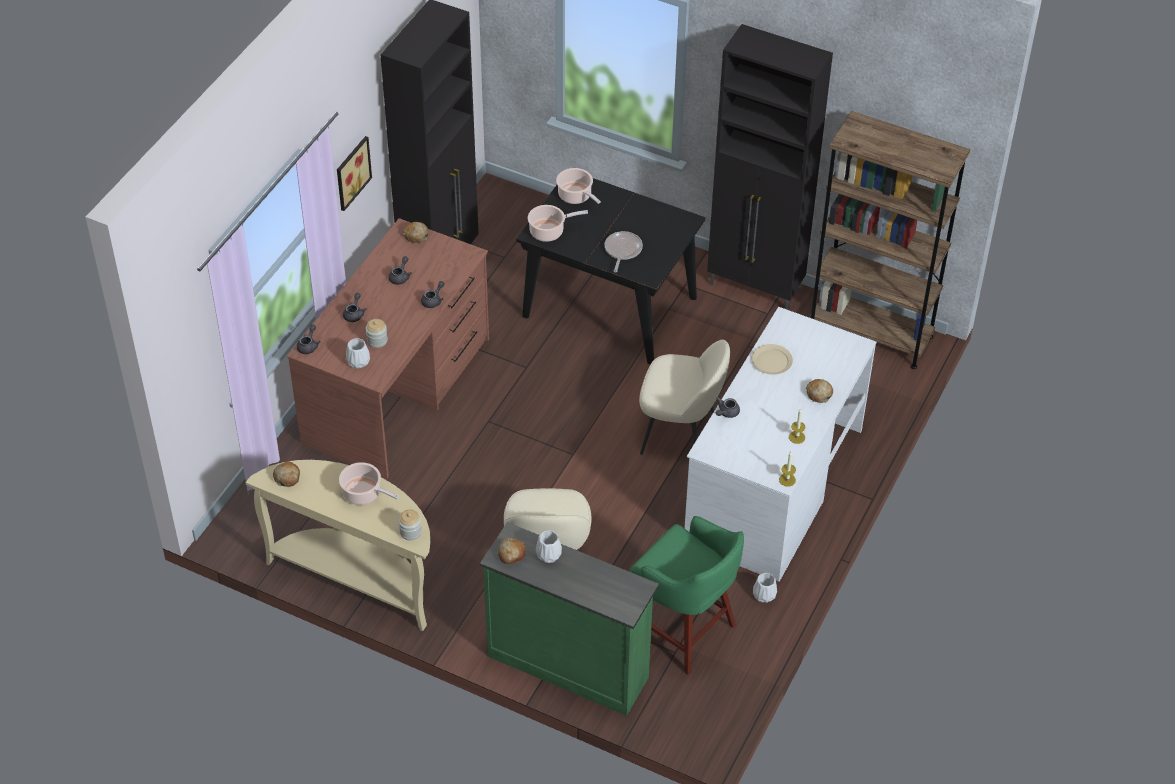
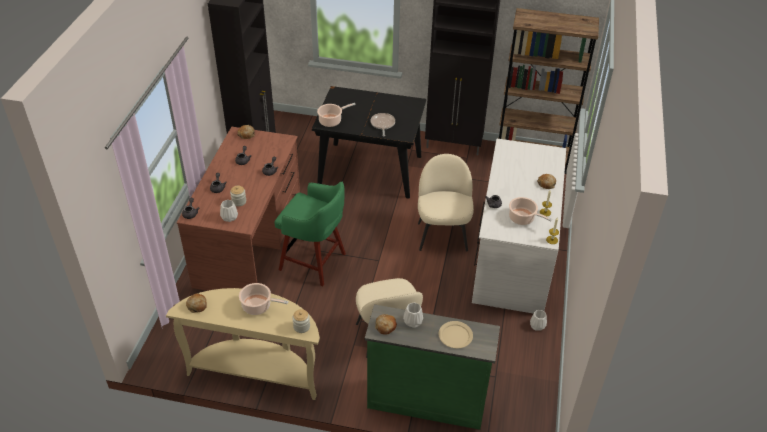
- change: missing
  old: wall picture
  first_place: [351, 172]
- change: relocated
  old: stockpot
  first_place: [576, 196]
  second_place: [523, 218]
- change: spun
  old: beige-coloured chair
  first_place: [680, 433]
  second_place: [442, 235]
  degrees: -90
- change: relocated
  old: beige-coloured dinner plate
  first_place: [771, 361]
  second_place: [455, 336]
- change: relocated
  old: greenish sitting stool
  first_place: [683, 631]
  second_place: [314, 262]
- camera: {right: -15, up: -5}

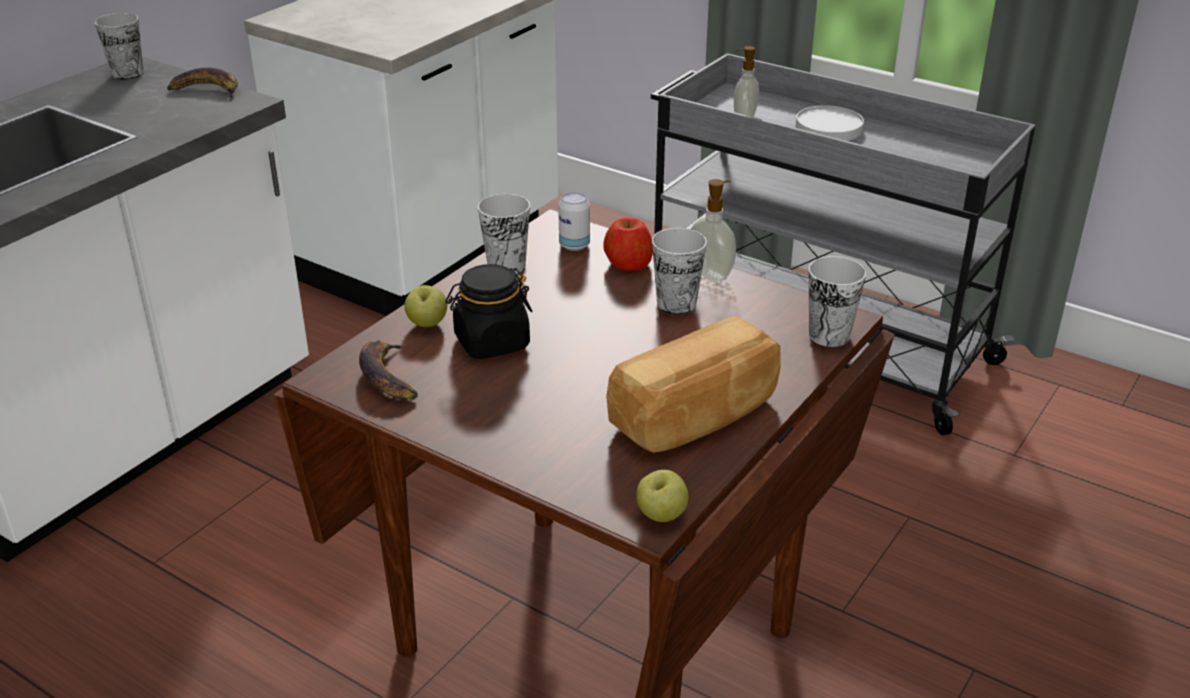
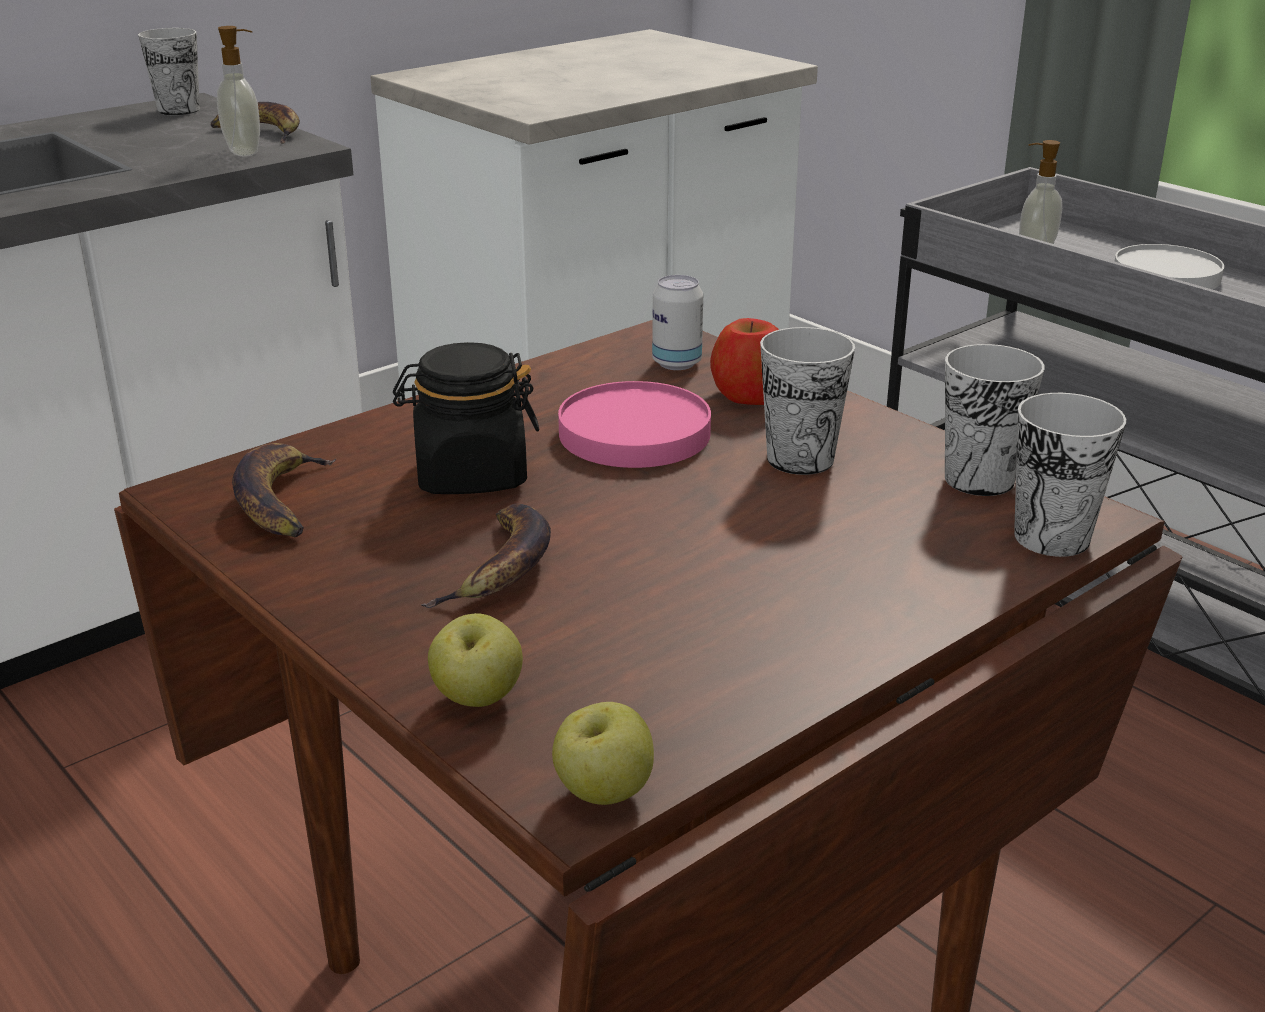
- change: relocated
  old: liquid soap bottle
  first_place: [712, 273]
  second_place: [245, 152]
- change: relocated
  old: drinking cup
  first_place: [506, 267]
  second_place: [979, 479]
- change: relocated
  old: whole apple
  first_place: [427, 324]
  second_place: [478, 699]
- change: missing
  old: bread
  first_place: [697, 416]
- change: appeared
  new: pinkish dinner plate
  second_place: [635, 433]
- change: appeared
  new: whole banana
  second_place: [501, 568]
- camera: {right: 15, up: -5}

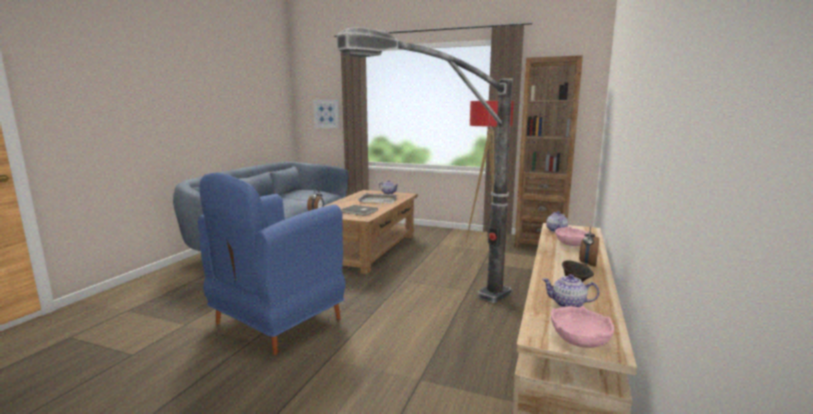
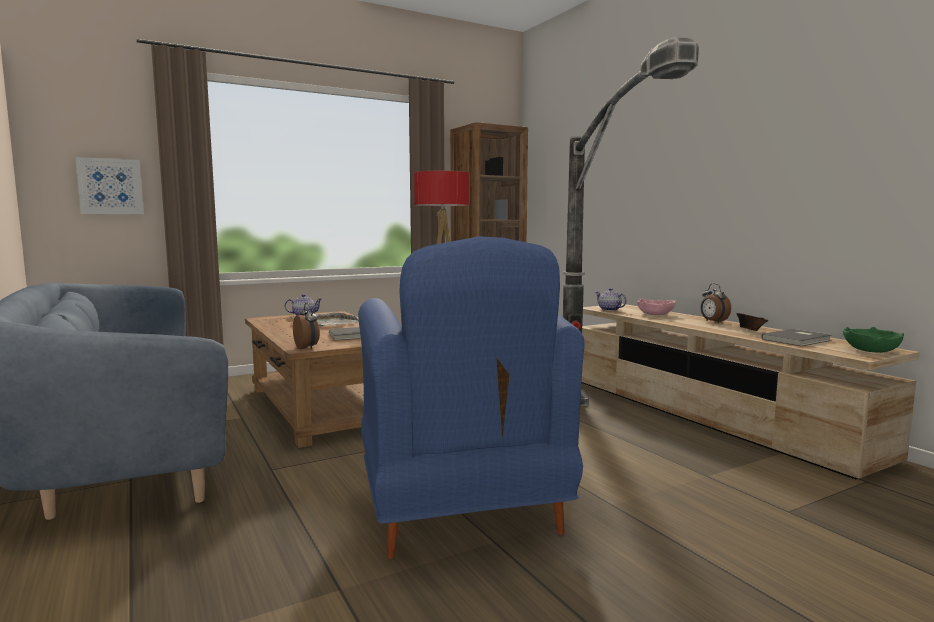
- change: exchanged
  old: tea pot
  new: greyish book
  first_place: [568, 304]
  second_place: [798, 340]
- change: colour
  old: pinkish deep dish
  new: greenish deep dish
  first_place: [580, 340]
  second_place: [871, 351]
- camera: {right: -50, up: -5}

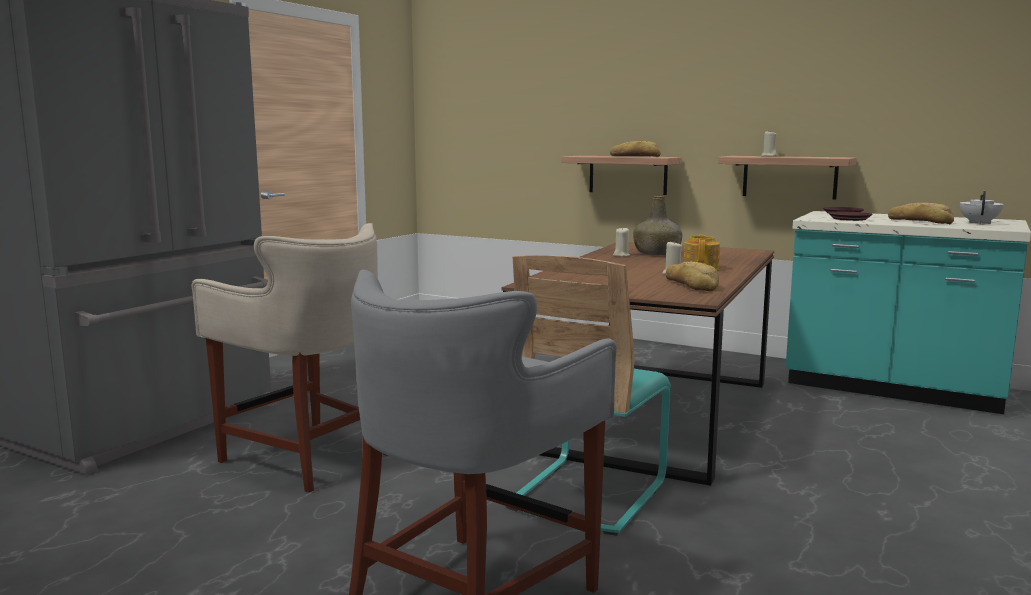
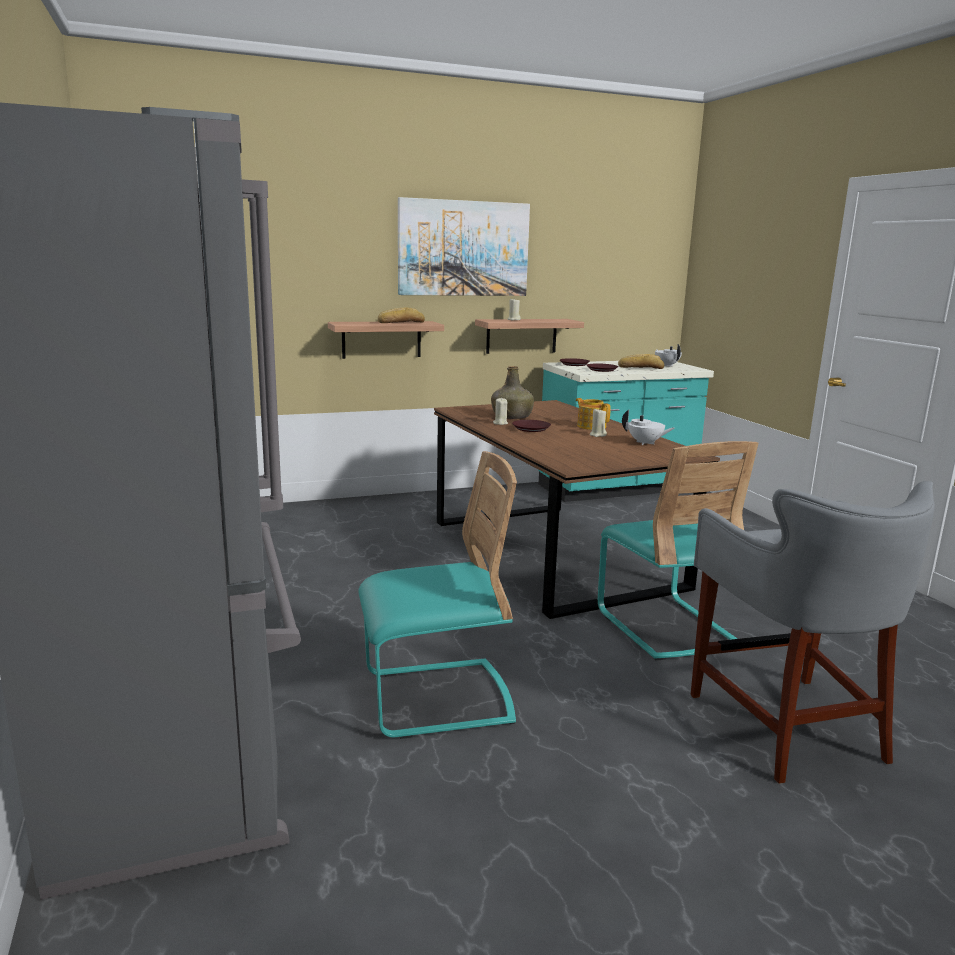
- change: exchanged
  old: beige-coloured sitting stool
  new: turquoise chair
  first_place: [307, 456]
  second_place: [437, 699]
- change: exchanged
  old: bread
  new: white tea pot
  first_place: [691, 285]
  second_place: [645, 443]
- change: appeared
  new: wall picture
  second_place: [463, 248]
- change: appeared
  new: brown dinner plate
  second_place: [531, 429]
- camera: {right: -50, up: 5}

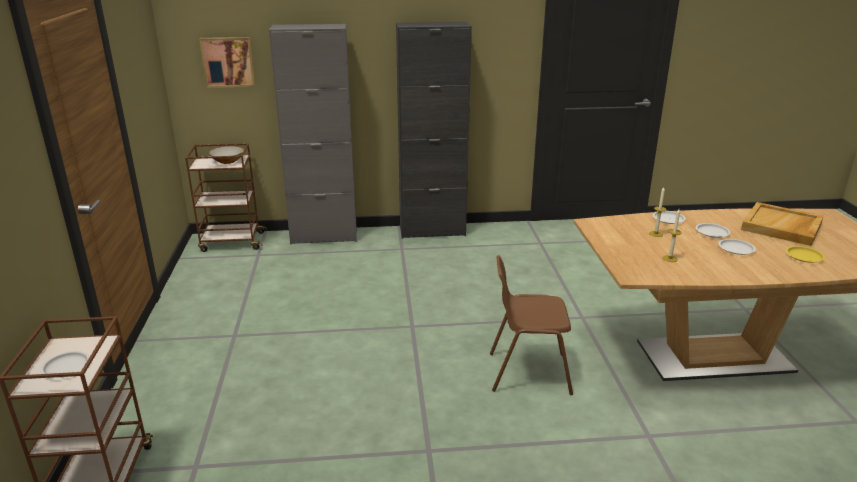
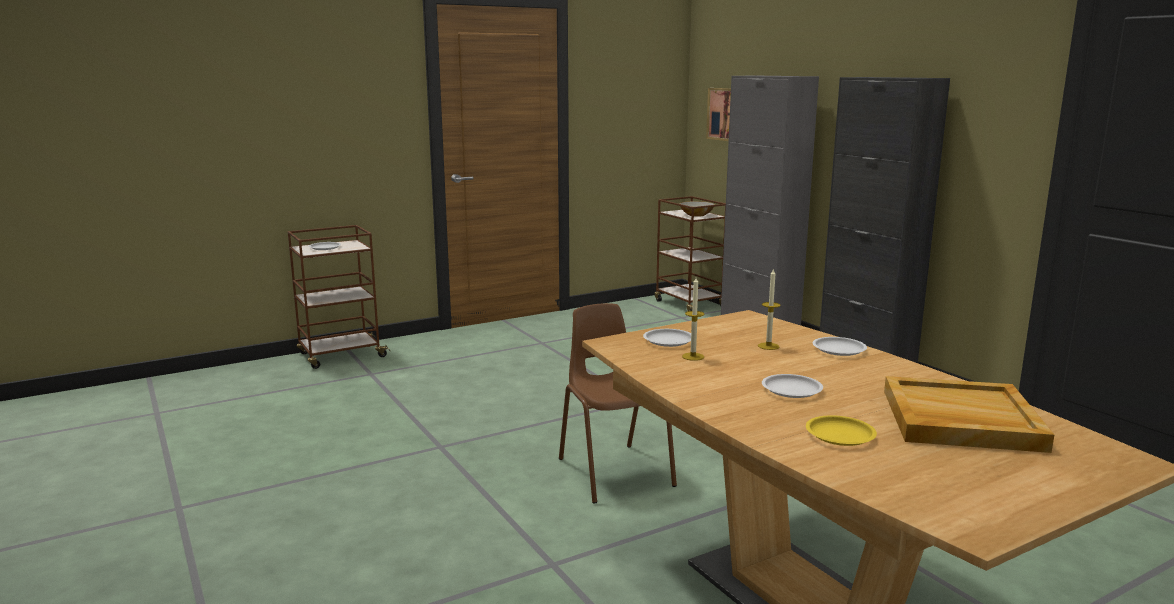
- change: relocated
  old: white dinner plate
  first_place: [712, 232]
  second_place: [668, 341]
- camera: {right: 65, up: -10}

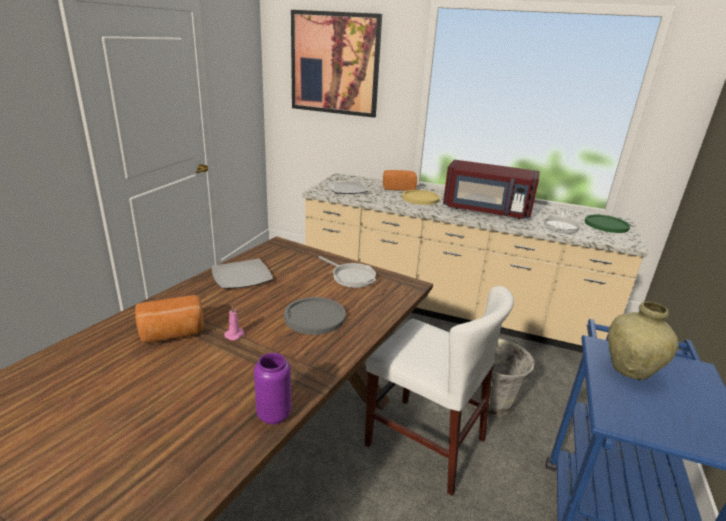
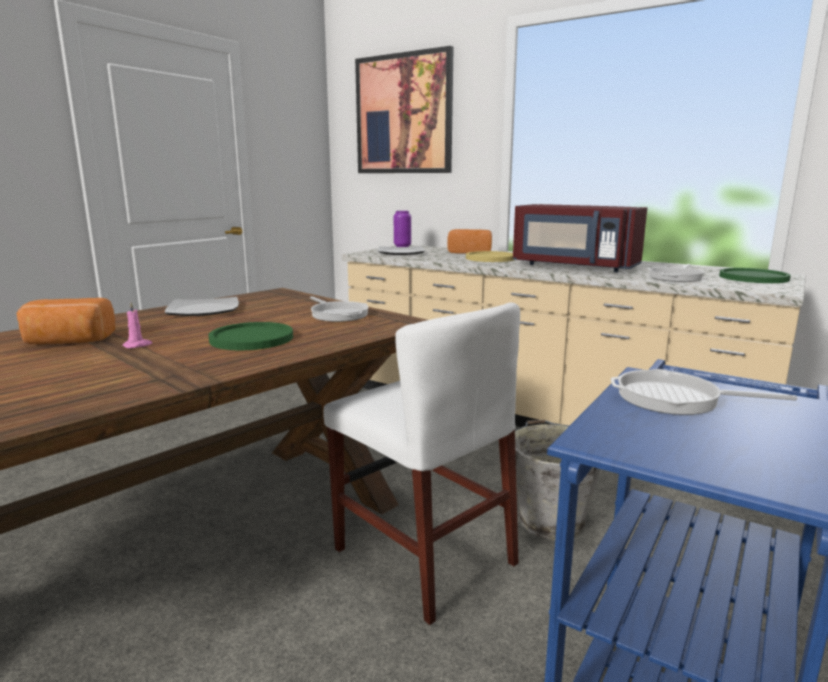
- change: colour
  old: greyish dinner plate
  new: greenish dinner plate
  first_place: [314, 317]
  second_place: [251, 338]
- change: exchanged
  old: beige-coloured vase
  new: frying pan
  first_place: [630, 370]
  second_place: [675, 399]
- change: relocated
  old: purple vase
  first_place: [274, 415]
  second_place: [402, 246]
- camera: {right: 15, up: -10}

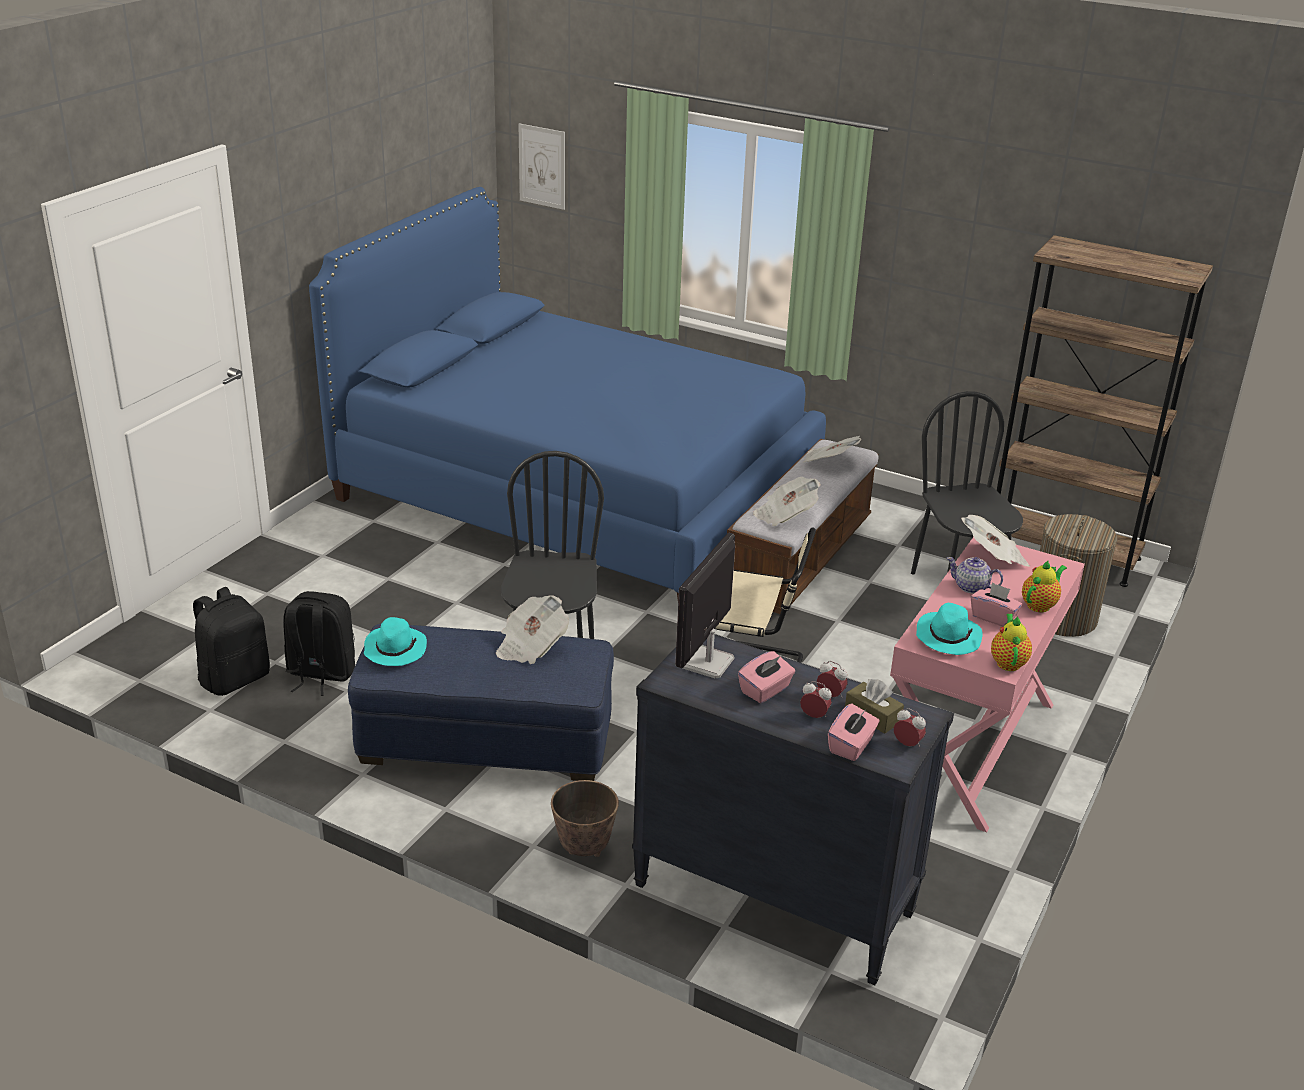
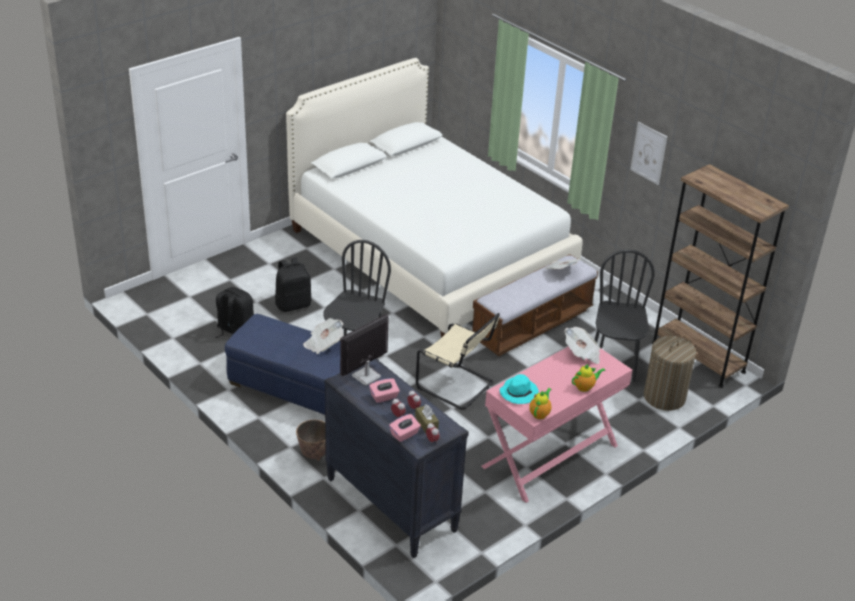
- change: relocated
  old: wall picture
  first_place: [542, 166]
  second_place: [648, 153]
- change: colour
  old: bluish bedroom bed
  new: white bedroom bed
  first_place: [577, 491]
  second_place: [430, 253]
- change: missing
  old: printed paper
  first_place: [785, 516]
- change: missing
  old: tea pot
  first_place: [971, 587]
- change: missing
  old: pinkish tissue holder
  first_place: [993, 617]
- change: relocated
  old: black rucksack
  first_place: [234, 678]
  second_place: [293, 304]
- change: missing
  old: turquoise wearable hat
  first_place: [394, 649]
- camera: {right: 20, up: 5}

